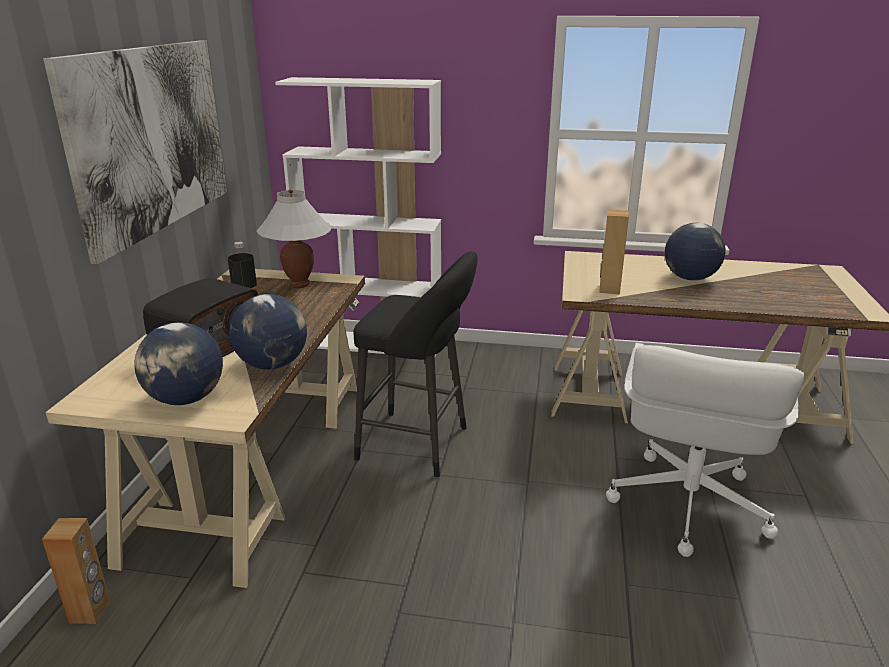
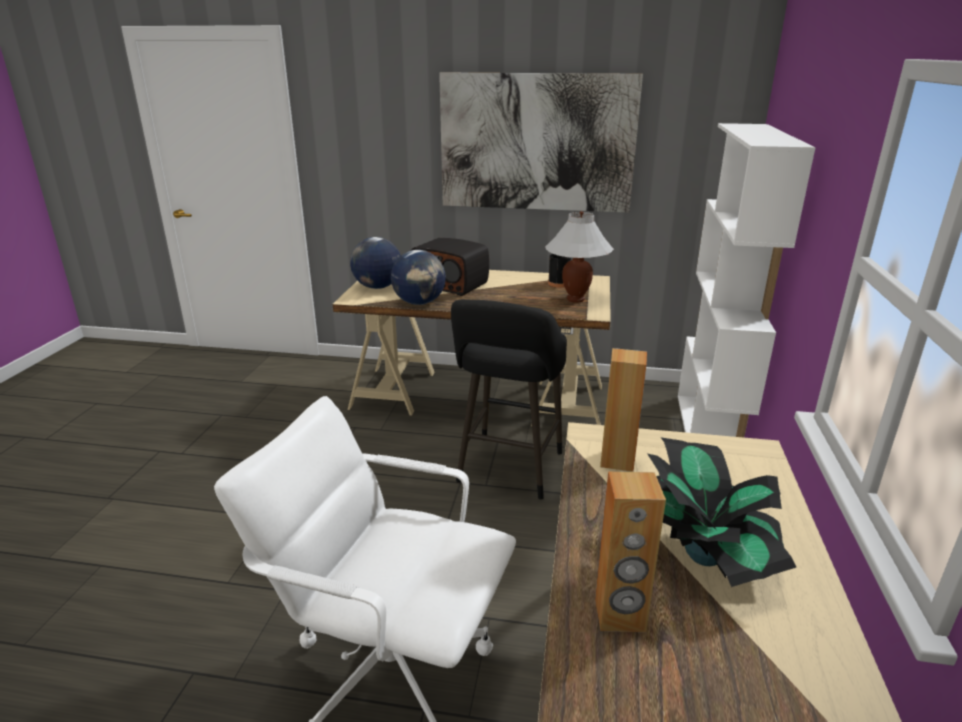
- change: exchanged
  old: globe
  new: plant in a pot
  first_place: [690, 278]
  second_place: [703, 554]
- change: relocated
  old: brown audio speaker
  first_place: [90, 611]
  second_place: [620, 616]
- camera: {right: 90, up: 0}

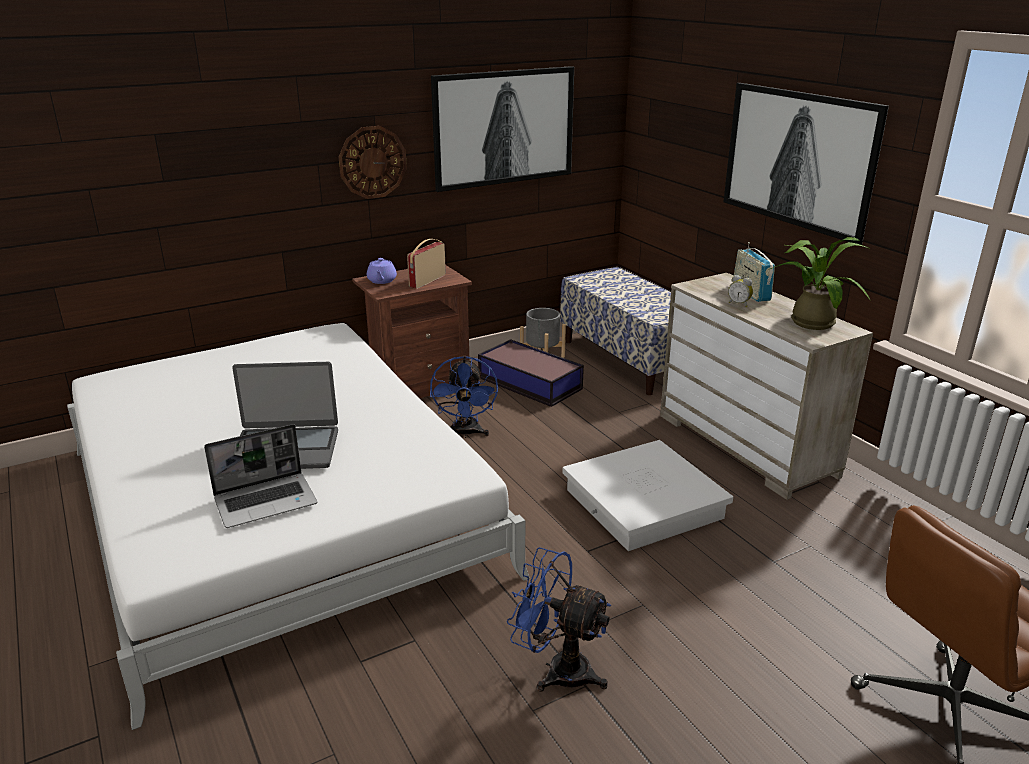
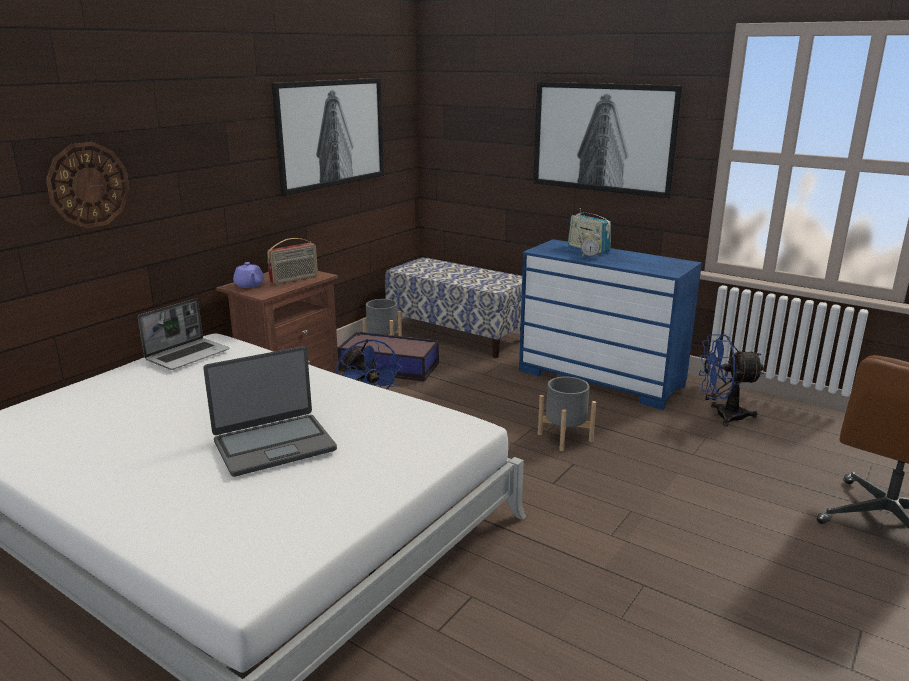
- change: relocated
  old: clock on the wall
  first_place: [372, 162]
  second_place: [88, 185]
- change: missing
  old: plant in a pot
  first_place: [810, 320]
- change: spun
  old: radio set
  first_place: [427, 281]
  second_place: [294, 279]
  degrees: -135
- change: colour
  old: beige-coloured dresser
  new: bluish dresser
  first_place: [746, 444]
  second_place: [601, 378]
- change: relocated
  old: portable computer
  first_place: [266, 501]
  second_place: [188, 355]
- change: exchanged
  old: white storage bin
  new: greyish flower pot
  first_place: [644, 504]
  second_place: [565, 437]
- change: relocated
  old: bluish fan
  first_place: [558, 669]
  second_place: [722, 415]
- camera: {right: -25, up: -5}

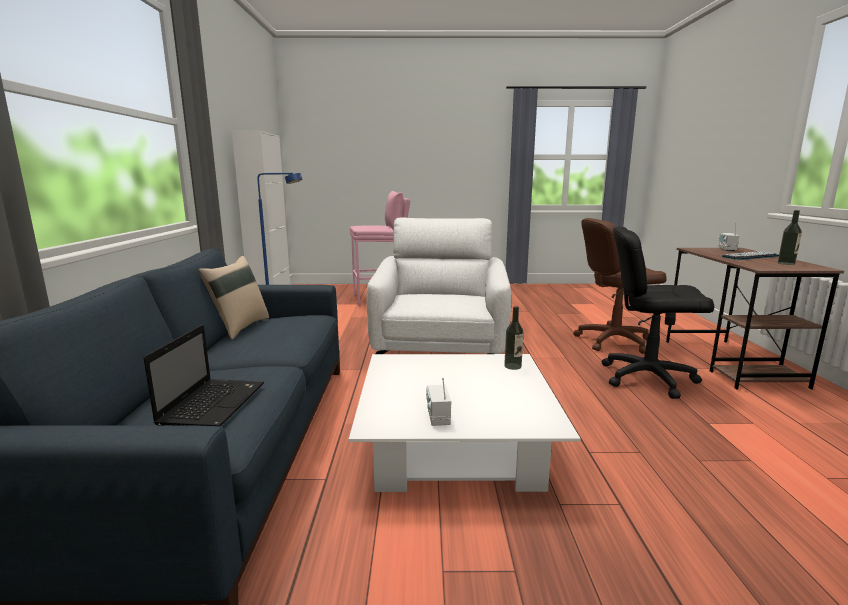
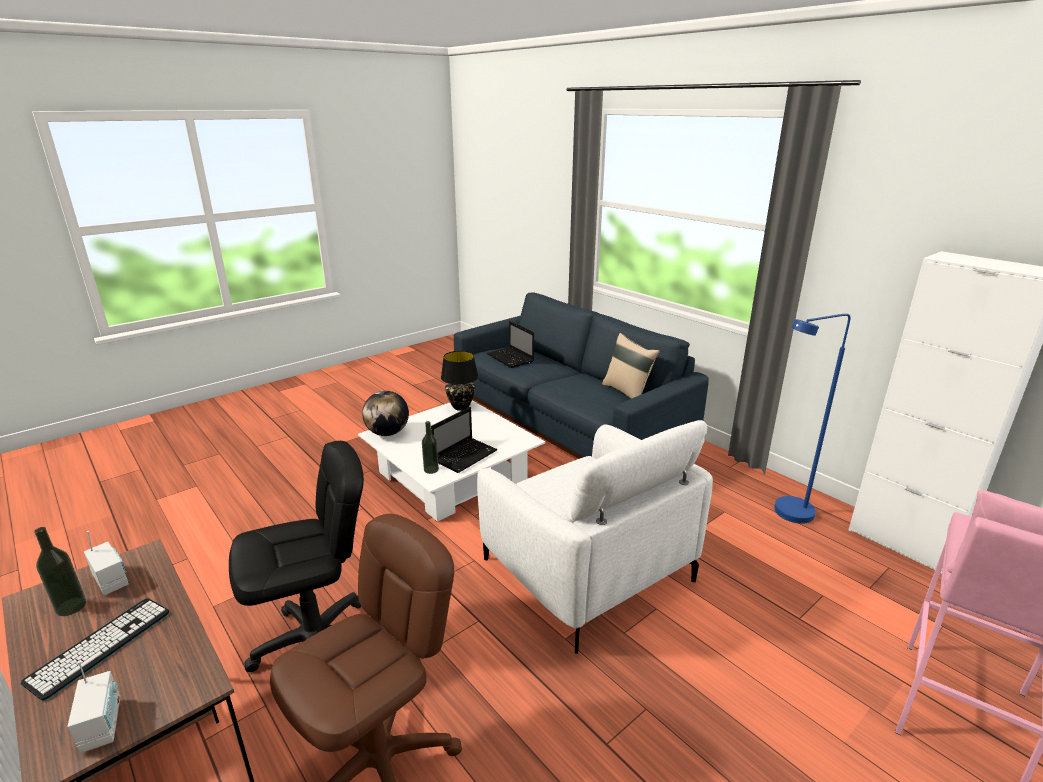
- change: relocated
  old: radio set
  first_place: [438, 417]
  second_place: [111, 580]
- change: appeared
  new: black table lamp
  second_place: [461, 407]
- change: appeared
  new: globe
  second_place: [387, 433]
- change: appeared
  new: portable computer
  second_place: [466, 455]
- camera: {right: 140, up: 10}

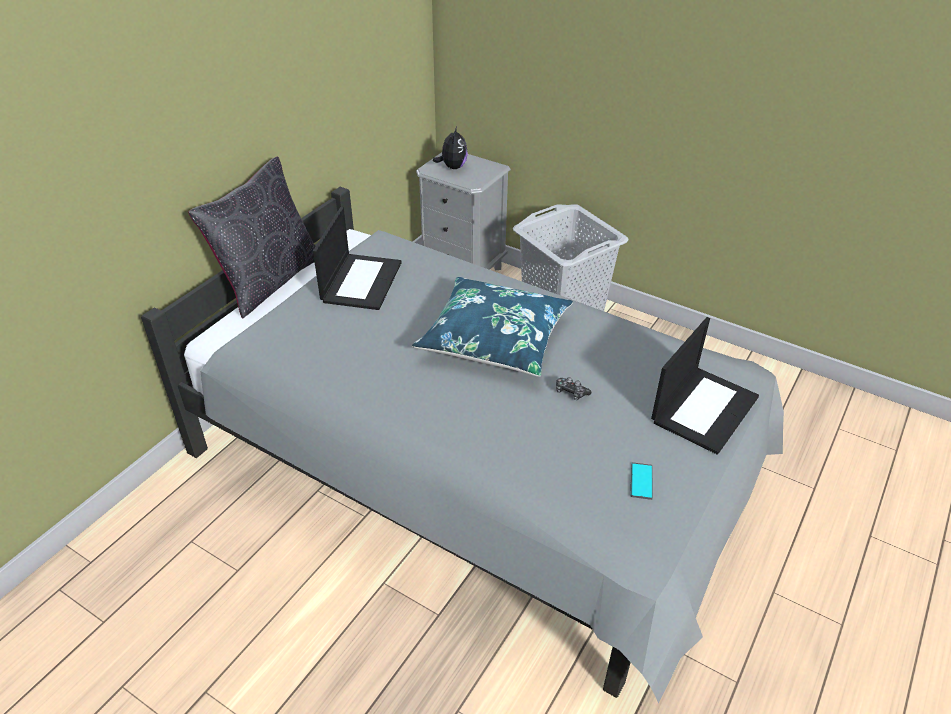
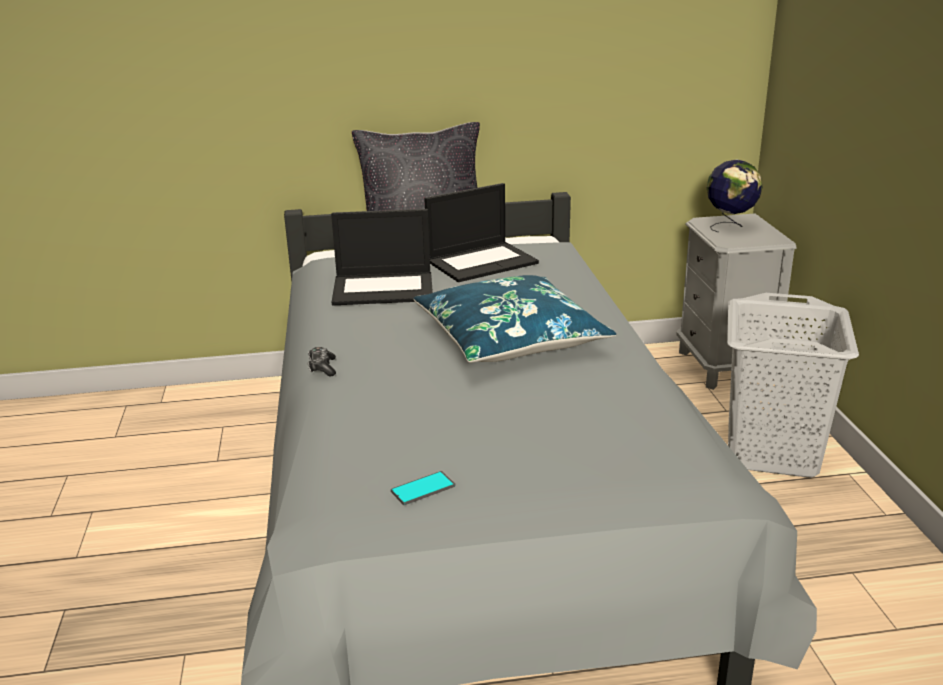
- change: exchanged
  old: cuddly toy
  new: globe
  first_place: [452, 167]
  second_place: [730, 226]
- change: relocated
  old: portable computer
  first_place: [704, 408]
  second_place: [384, 288]
- change: relocated
  old: gamepad
  first_place: [571, 392]
  second_place: [322, 368]
- camera: {right: 50, up: -15}

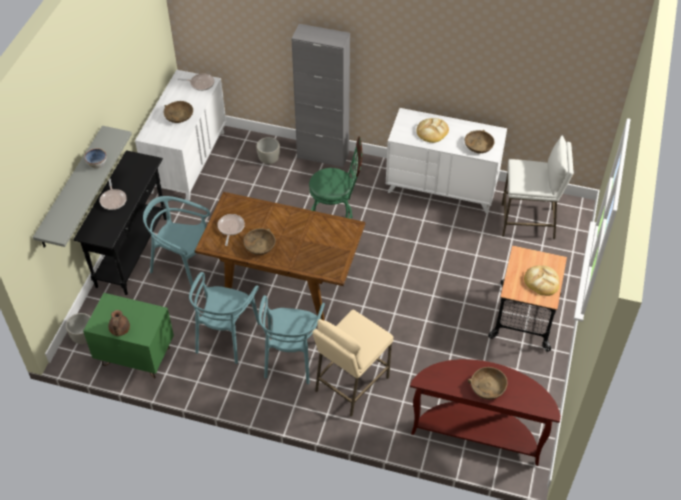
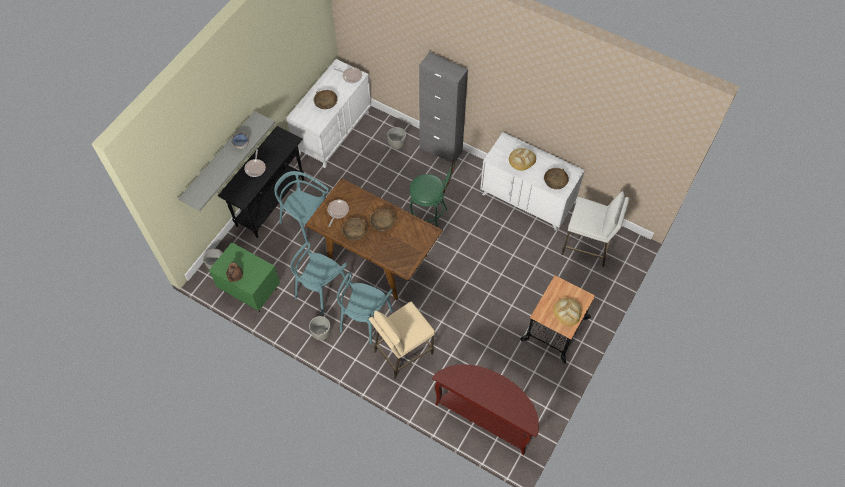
- change: relocated
  old: brown deep dish
  first_place: [487, 387]
  second_place: [382, 222]
- change: appeared
  new: greyish flower pot
  second_place: [321, 333]
- camera: {right: 15, up: 10}

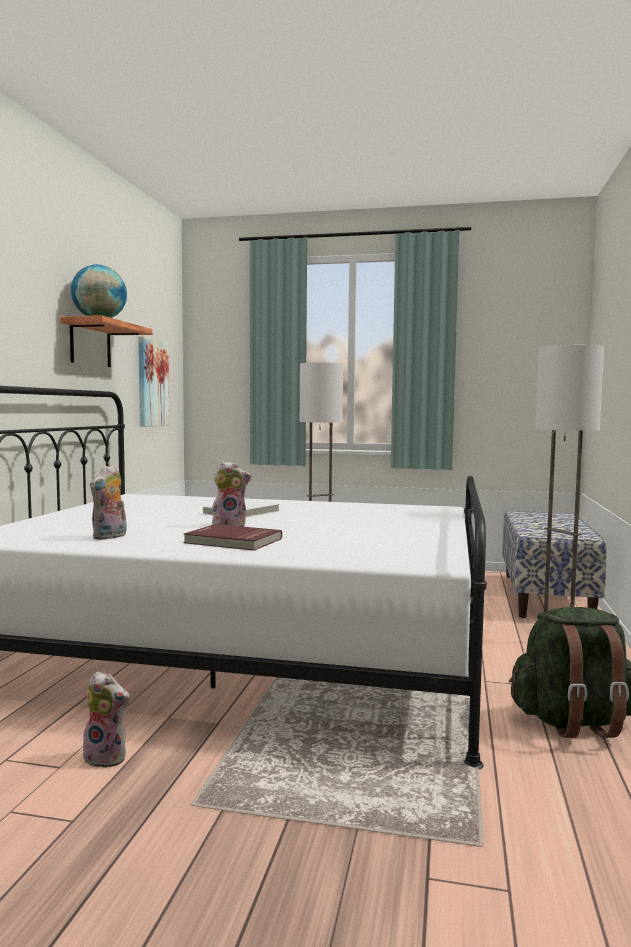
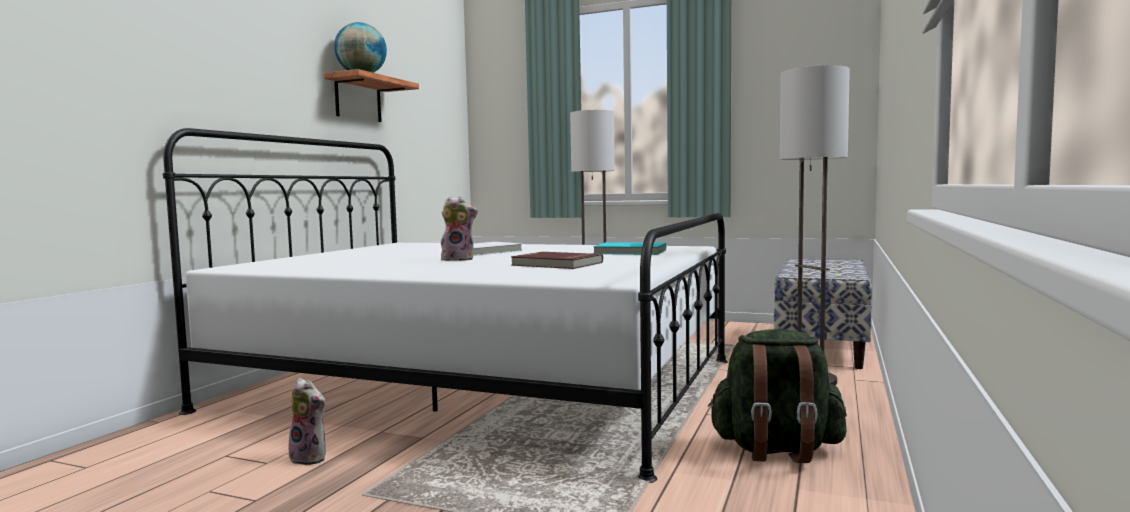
- change: missing
  old: wall picture
  first_place: [152, 383]
- change: missing
  old: cuddly toy
  first_place: [110, 537]
- change: relocated
  old: red-coloured book
  first_place: [232, 541]
  second_place: [556, 264]
- change: appeared
  new: turquoise book
  second_place: [630, 252]
- camera: {right: 10, up: 0}

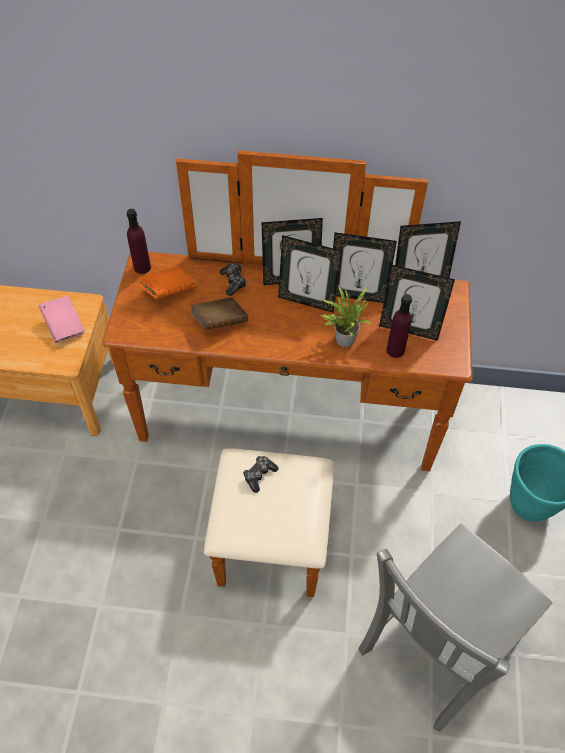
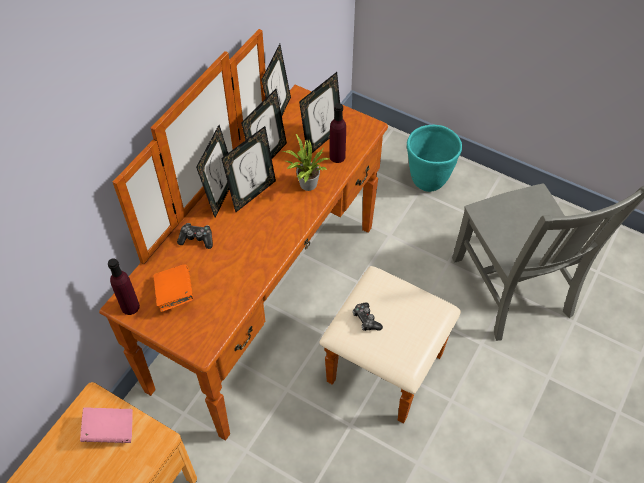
- change: missing
  old: brown book
  first_place: [219, 322]
- camera: {right: -65, up: 0}

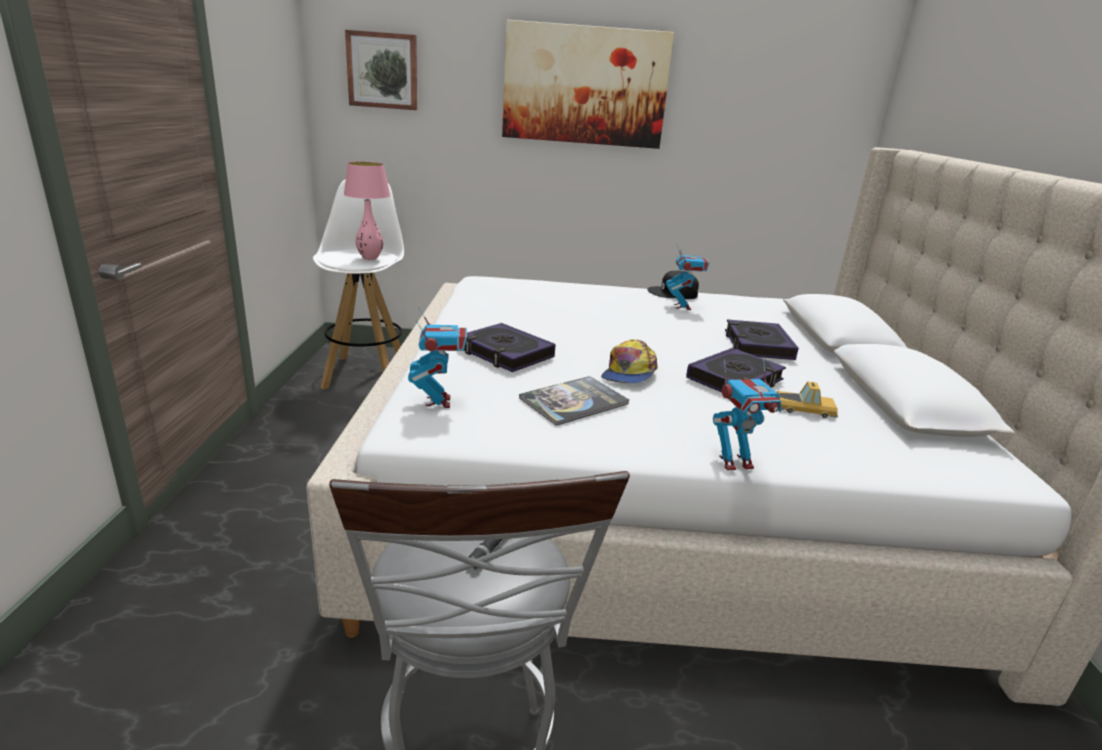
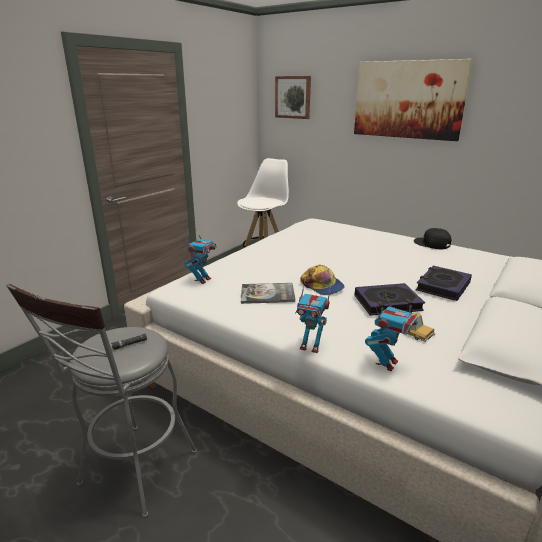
- change: missing
  old: pinkish table lamp
  first_place: [370, 258]
- change: relocated
  old: model robot
  first_place: [682, 307]
  second_place: [386, 363]
- change: missing
  old: book
  first_place: [505, 353]
- change: spun
  old: cap
  first_place: [629, 373]
  second_place: [322, 286]
  degrees: -90
- camera: {right: 35, up: 0}

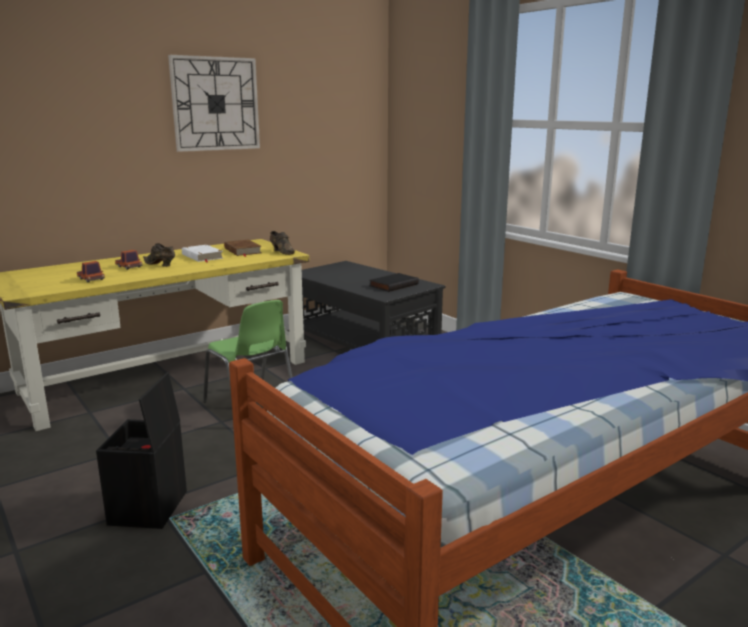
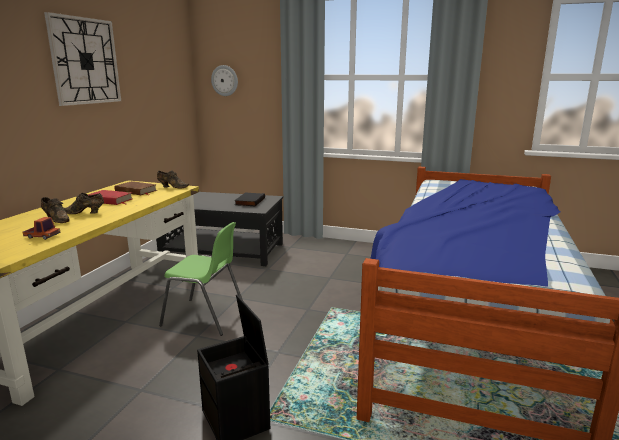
- change: colour
  old: white book
  new: red-coloured book
  first_place: [202, 256]
  second_place: [109, 200]
- change: exchanged
  old: model truck
  new: brown item of footwear
  first_place: [129, 267]
  second_place: [56, 219]
- change: appeared
  new: clock on the wall
  second_place: [225, 80]
- camera: {right: -35, up: 0}

